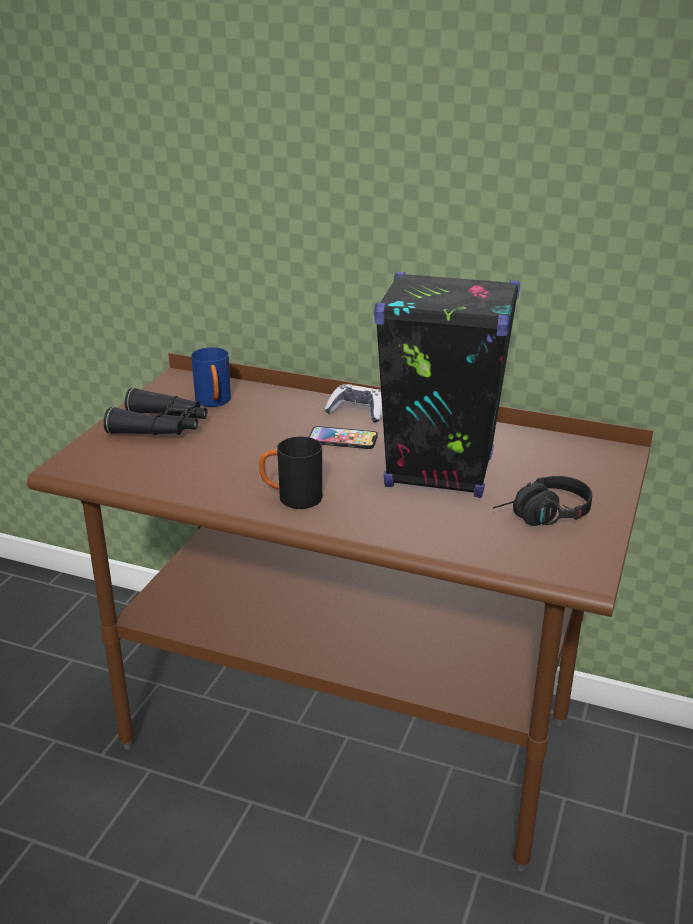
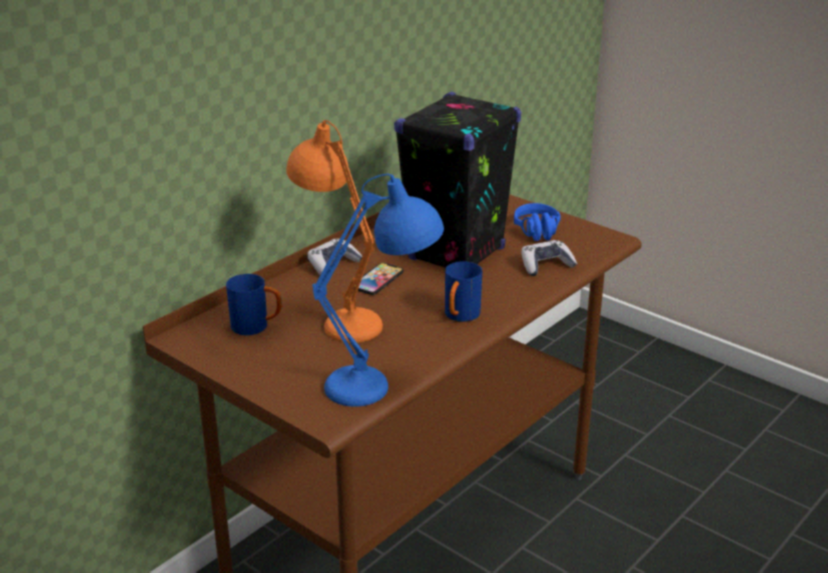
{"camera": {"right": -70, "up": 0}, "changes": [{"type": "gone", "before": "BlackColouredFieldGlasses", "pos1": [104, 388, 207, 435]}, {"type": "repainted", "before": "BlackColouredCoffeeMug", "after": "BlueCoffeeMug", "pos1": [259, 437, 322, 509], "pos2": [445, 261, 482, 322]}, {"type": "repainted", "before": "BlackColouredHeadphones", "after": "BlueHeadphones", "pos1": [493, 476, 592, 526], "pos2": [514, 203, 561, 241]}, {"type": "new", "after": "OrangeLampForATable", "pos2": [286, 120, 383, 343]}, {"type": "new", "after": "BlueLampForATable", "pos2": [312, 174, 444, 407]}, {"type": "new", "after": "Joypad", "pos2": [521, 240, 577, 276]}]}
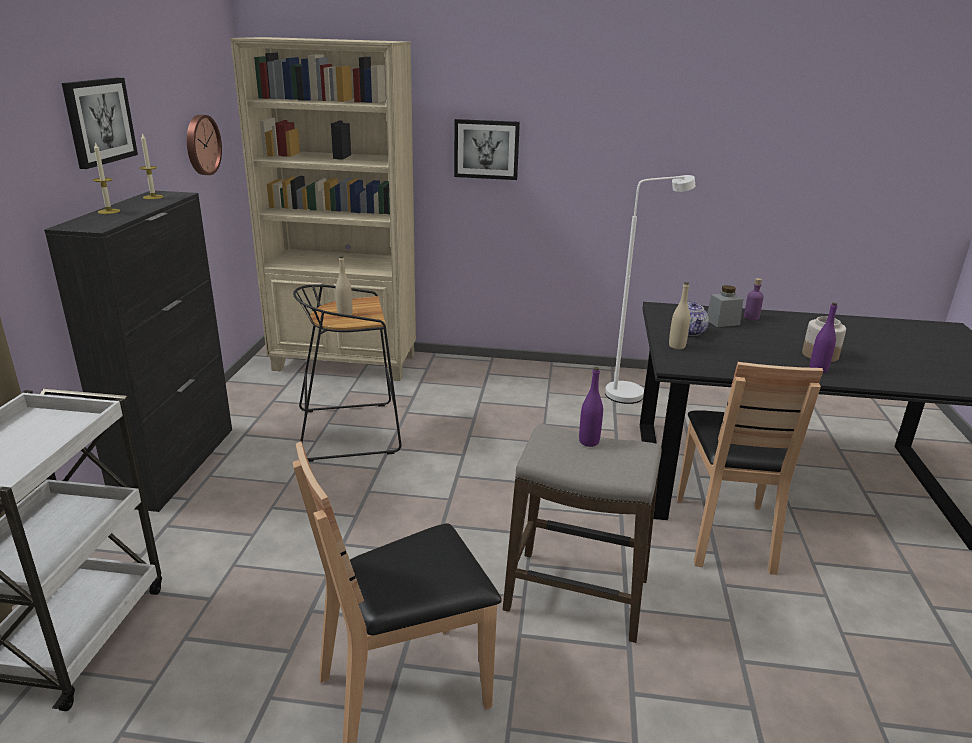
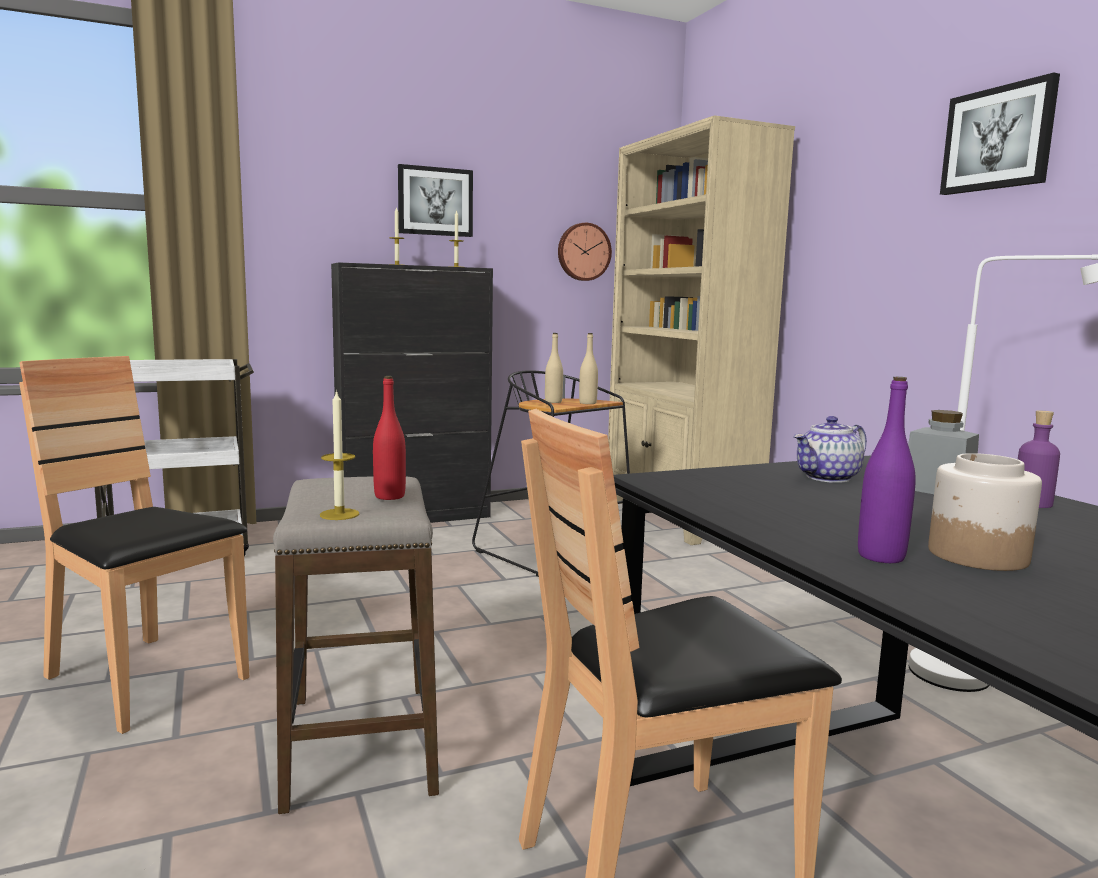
{"camera": {"right": 60, "up": -15}, "changes": [{"type": "shifted", "before": "Picture", "pos1": [454, 119, 520, 180], "pos2": [940, 73, 1060, 195]}, {"type": "repainted", "before": "PurpleBeverageBottle", "after": "RedColouredBeverageBottle", "pos1": [579, 367, 603, 447], "pos2": [373, 376, 406, 500]}, {"type": "shifted", "before": "BeigeColouredBeverageBottle", "pos1": [669, 282, 690, 349], "pos2": [579, 333, 598, 404]}, {"type": "new", "after": "Candle", "pos2": [320, 390, 359, 520]}]}
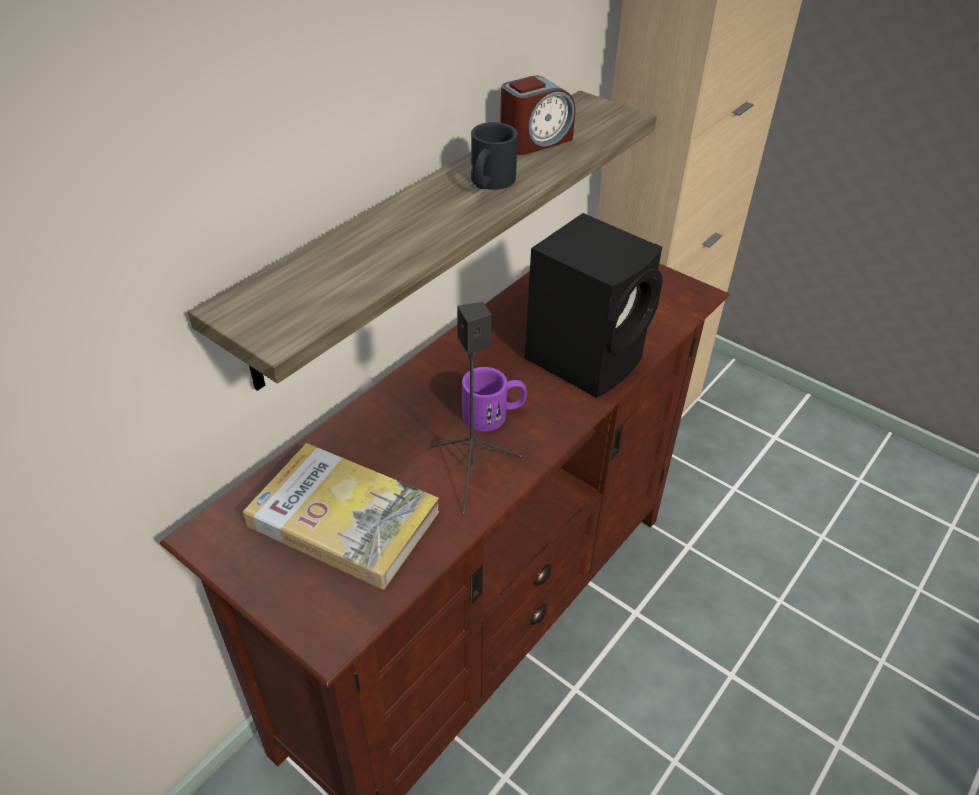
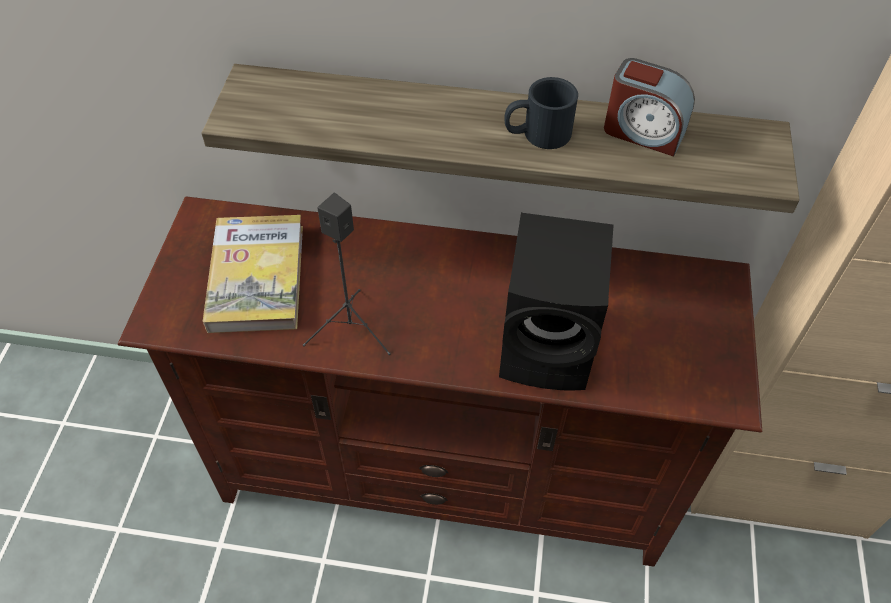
{"camera": {"right": 60, "up": 10}, "changes": [{"type": "gone", "before": "PurpleCoffeeMug", "pos1": [462, 367, 527, 432]}]}
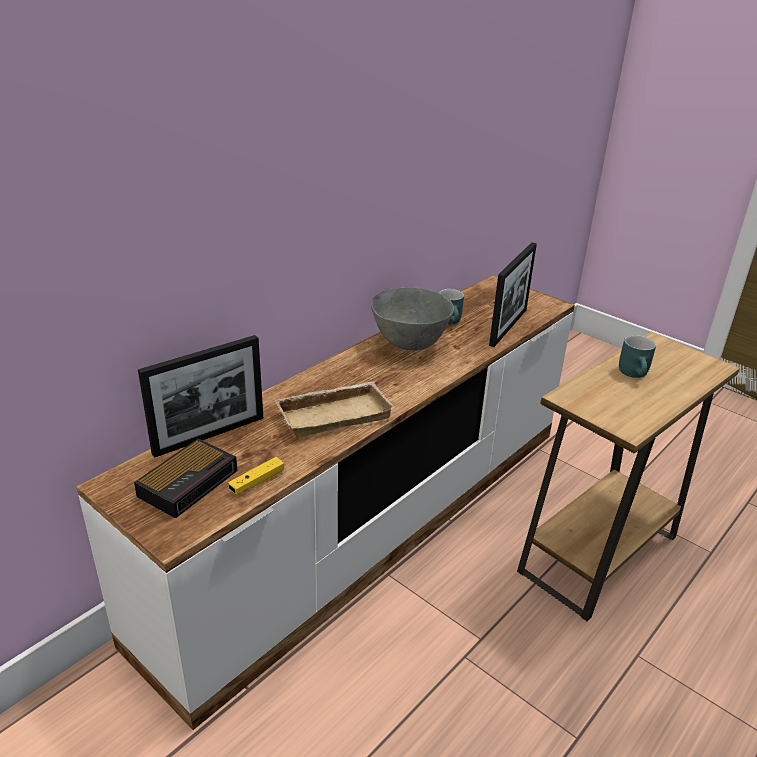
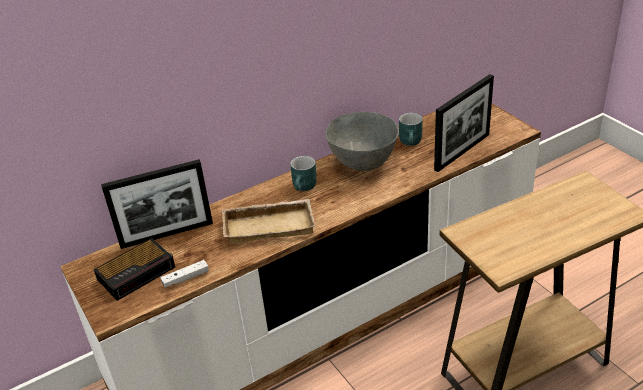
{"camera": {"right": 20, "up": 5}, "changes": [{"type": "repainted", "before": "YellowColouredJoypad", "after": "WhiteColouredJoypad", "pos1": [228, 457, 284, 494], "pos2": [161, 260, 209, 287]}, {"type": "shifted", "before": "TurquoiseColouredCoffeeMug", "pos1": [619, 335, 656, 378], "pos2": [290, 156, 317, 191]}]}
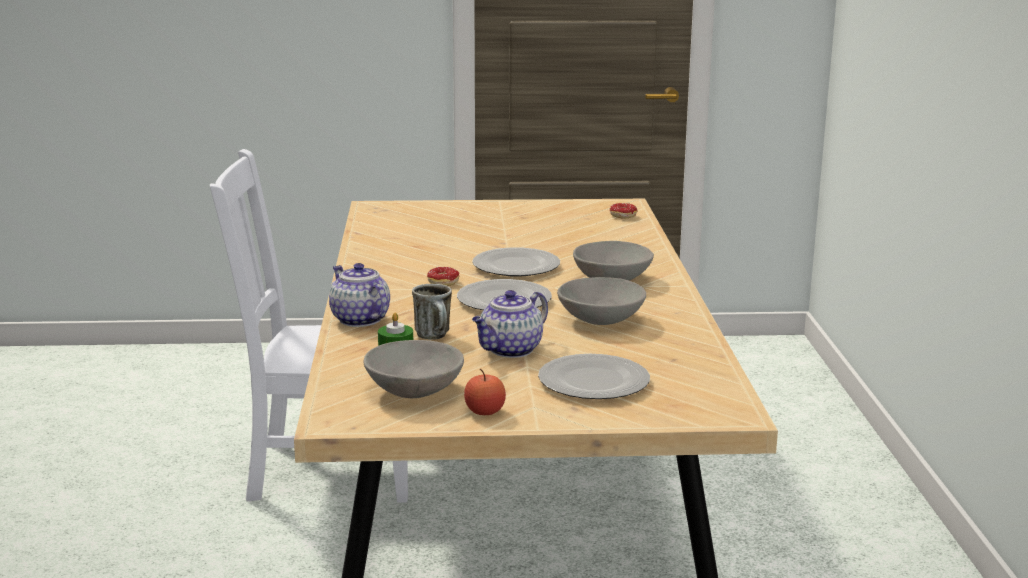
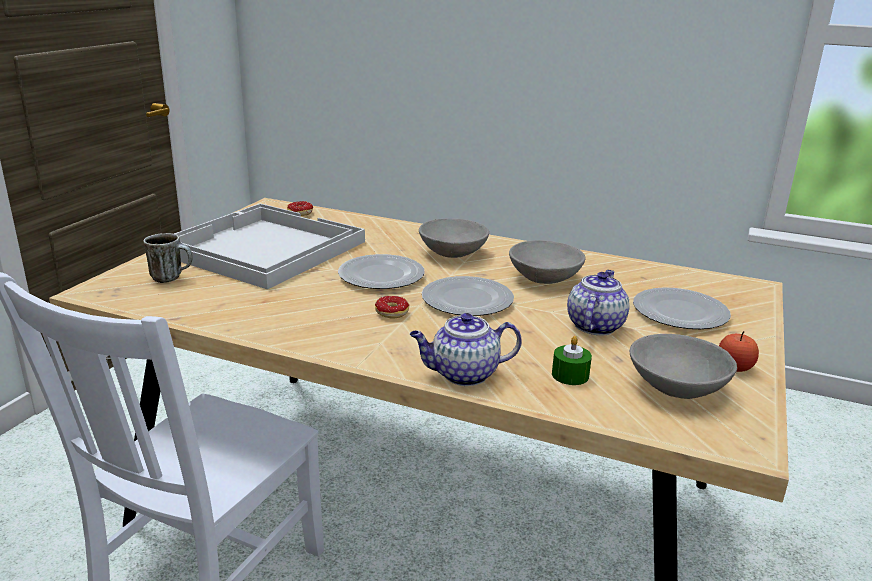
{"camera": {"right": -65, "up": 5}, "changes": [{"type": "shifted", "before": "CoffeeMug", "pos1": [412, 284, 452, 340], "pos2": [143, 233, 193, 283]}, {"type": "rotated", "before": "TeaPot", "pos1": [472, 290, 548, 358], "pos2": [567, 270, 630, 335], "turn": -135}, {"type": "new", "after": "WhiteColouredCarryingTray", "pos2": [174, 203, 365, 290]}]}
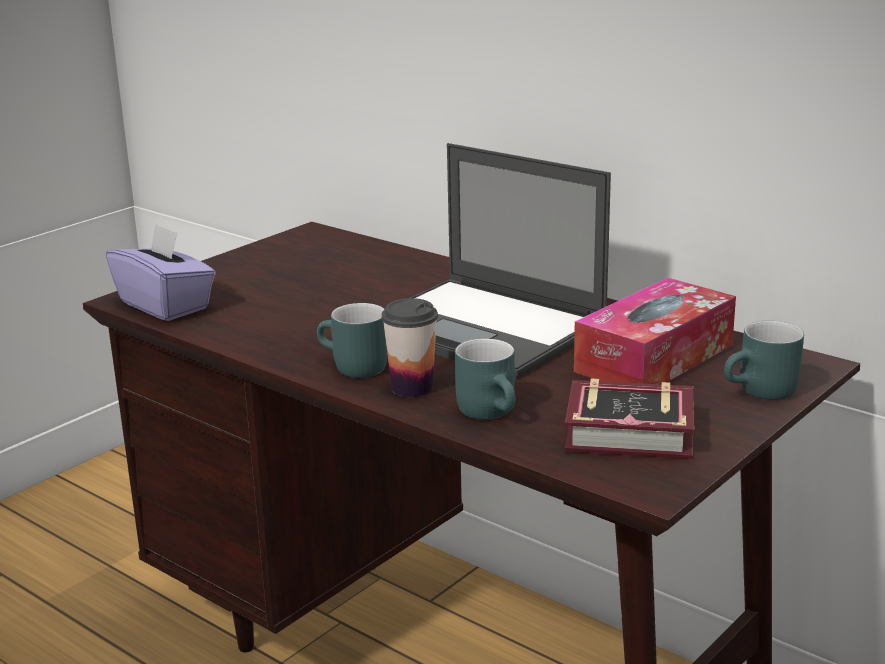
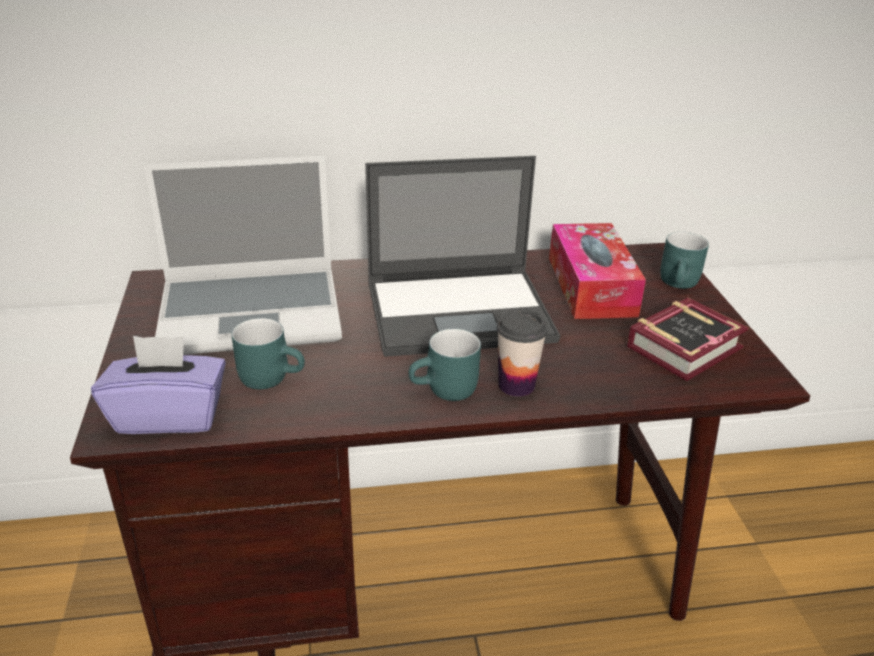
{"camera": {"right": -50, "up": 10}, "changes": [{"type": "shifted", "before": "TurquoiseColouredCoffeeMug", "pos1": [455, 339, 515, 420], "pos2": [231, 318, 305, 389]}, {"type": "new", "after": "PortableComputer", "pos2": [144, 156, 342, 355]}]}
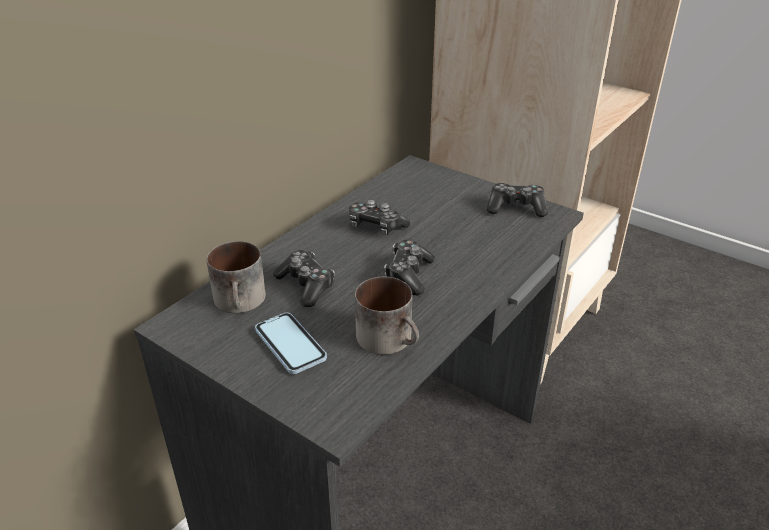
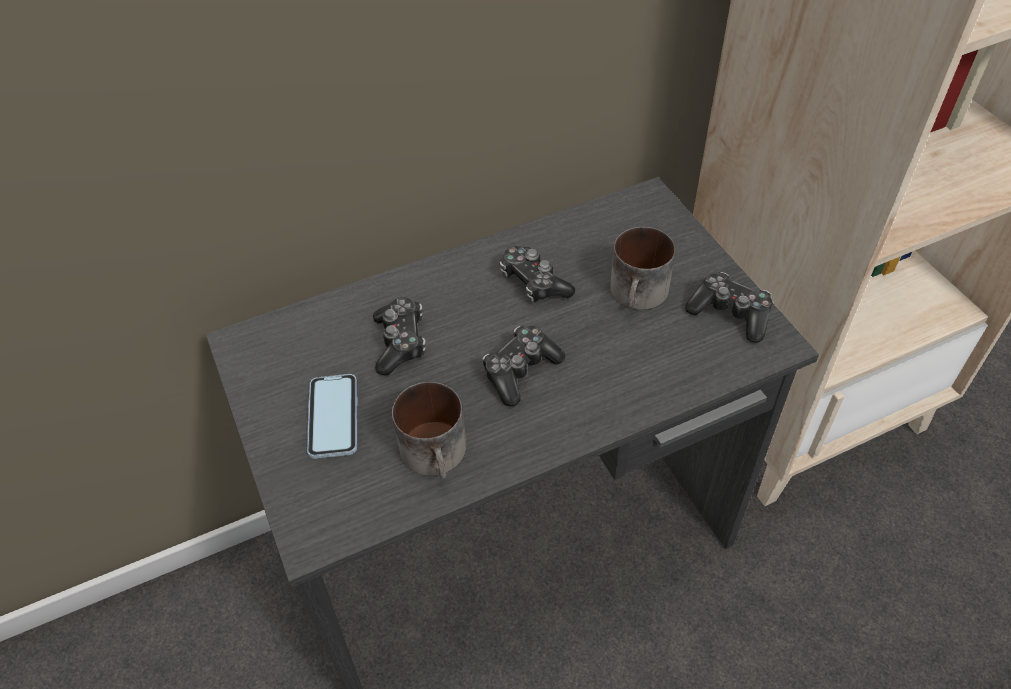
{"camera": {"right": 30, "up": 15}, "changes": [{"type": "shifted", "before": "CoffeeMug", "pos1": [207, 241, 266, 313], "pos2": [610, 227, 675, 310]}]}
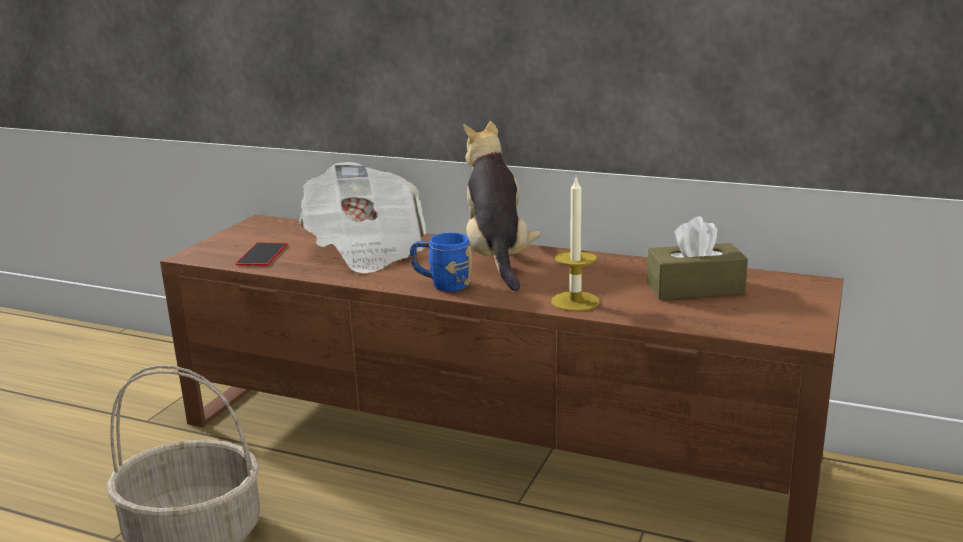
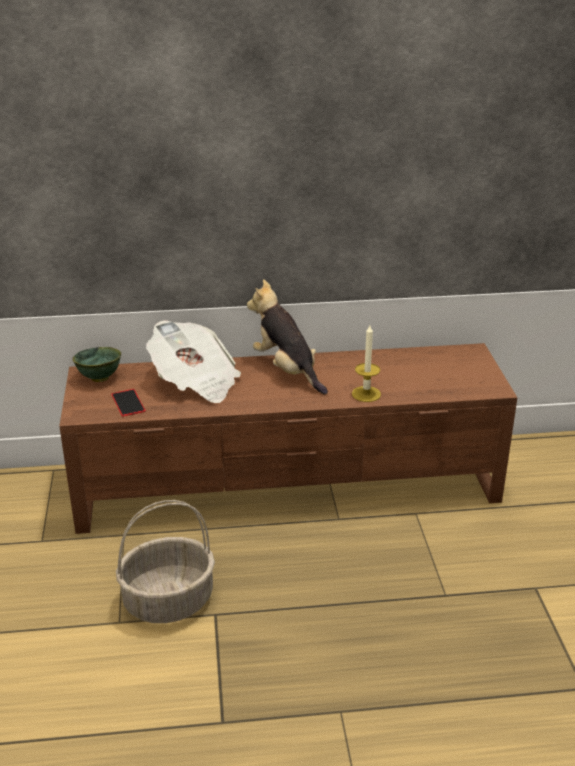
{"camera": {"right": -30, "up": 10}, "changes": [{"type": "gone", "before": "BlueCoffeeMug", "pos1": [410, 233, 472, 292]}, {"type": "gone", "before": "BrownTissueHolder", "pos1": [647, 216, 748, 300]}, {"type": "new", "after": "GreenColouredBowl", "pos2": [72, 347, 121, 382]}]}
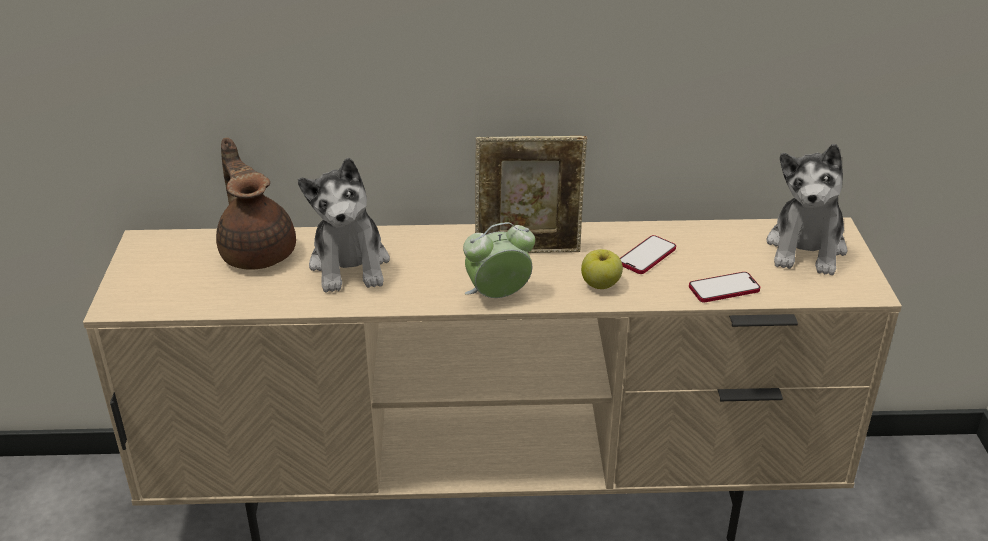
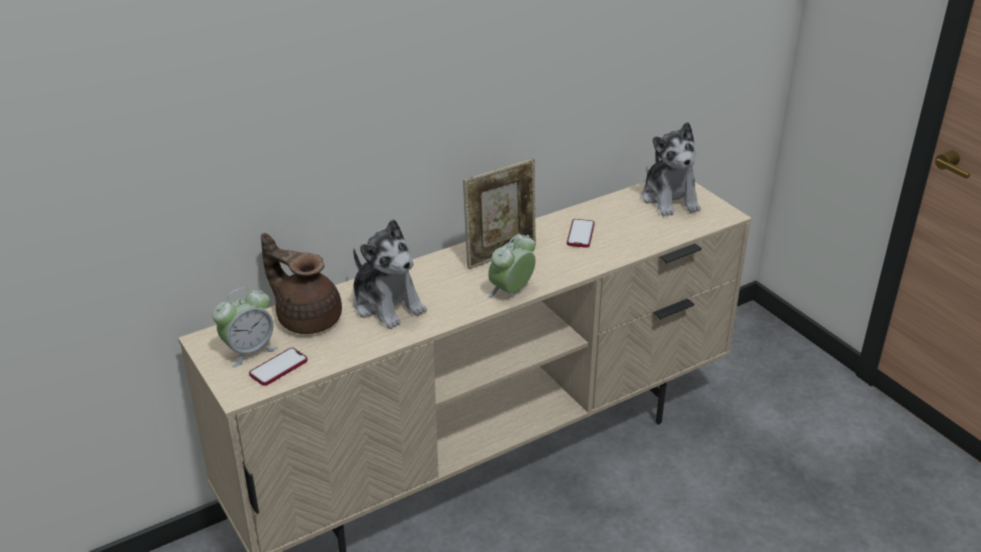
{"camera": {"right": -30, "up": 0}, "changes": [{"type": "gone", "before": "AppleFruit", "pos1": [581, 249, 623, 289]}, {"type": "shifted", "before": "Telephone", "pos1": [689, 272, 760, 302], "pos2": [249, 348, 308, 386]}, {"type": "new", "after": "AlarmClock", "pos2": [212, 288, 278, 367]}]}
